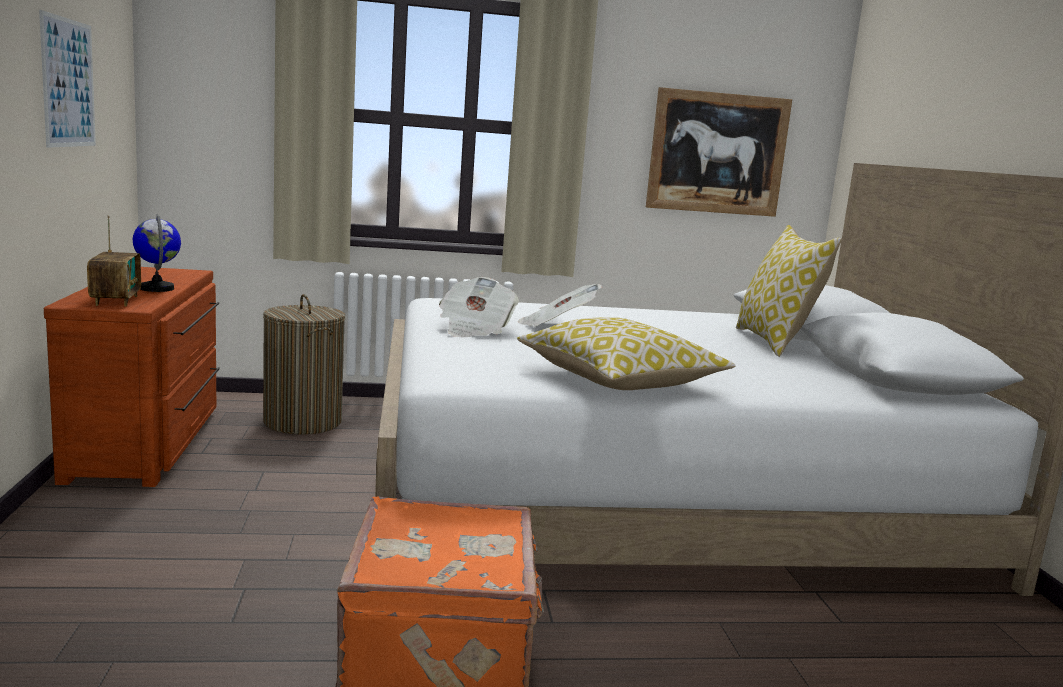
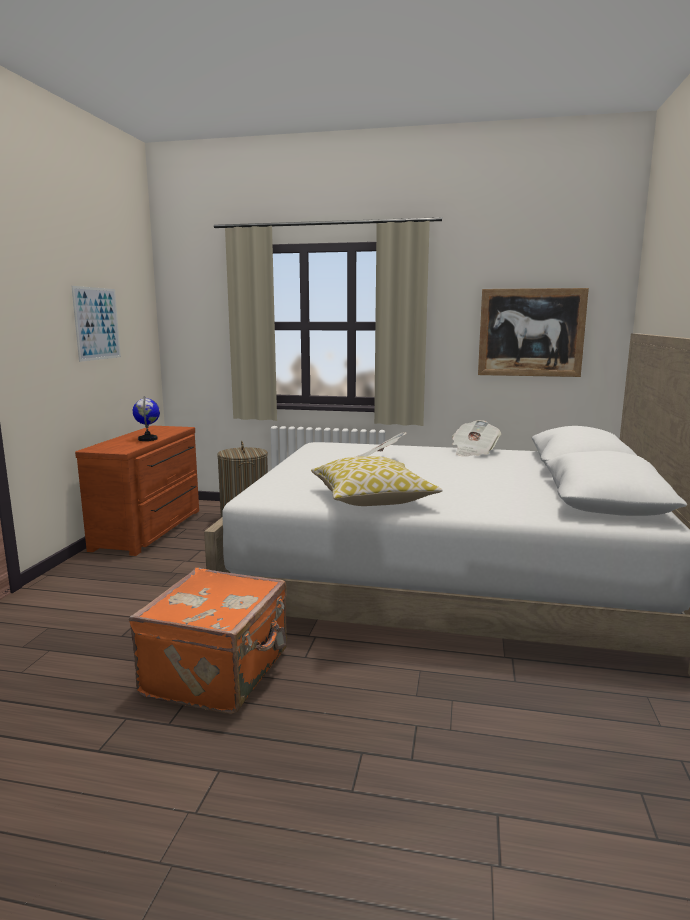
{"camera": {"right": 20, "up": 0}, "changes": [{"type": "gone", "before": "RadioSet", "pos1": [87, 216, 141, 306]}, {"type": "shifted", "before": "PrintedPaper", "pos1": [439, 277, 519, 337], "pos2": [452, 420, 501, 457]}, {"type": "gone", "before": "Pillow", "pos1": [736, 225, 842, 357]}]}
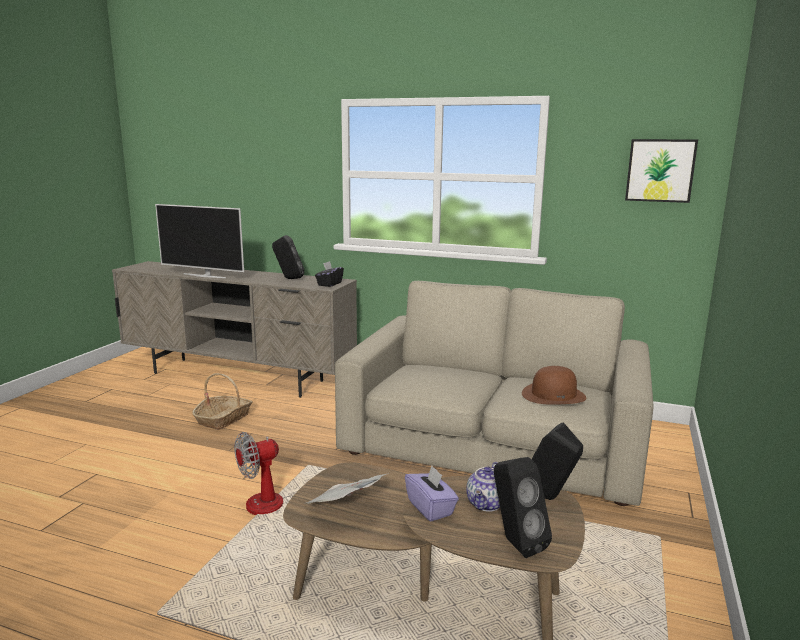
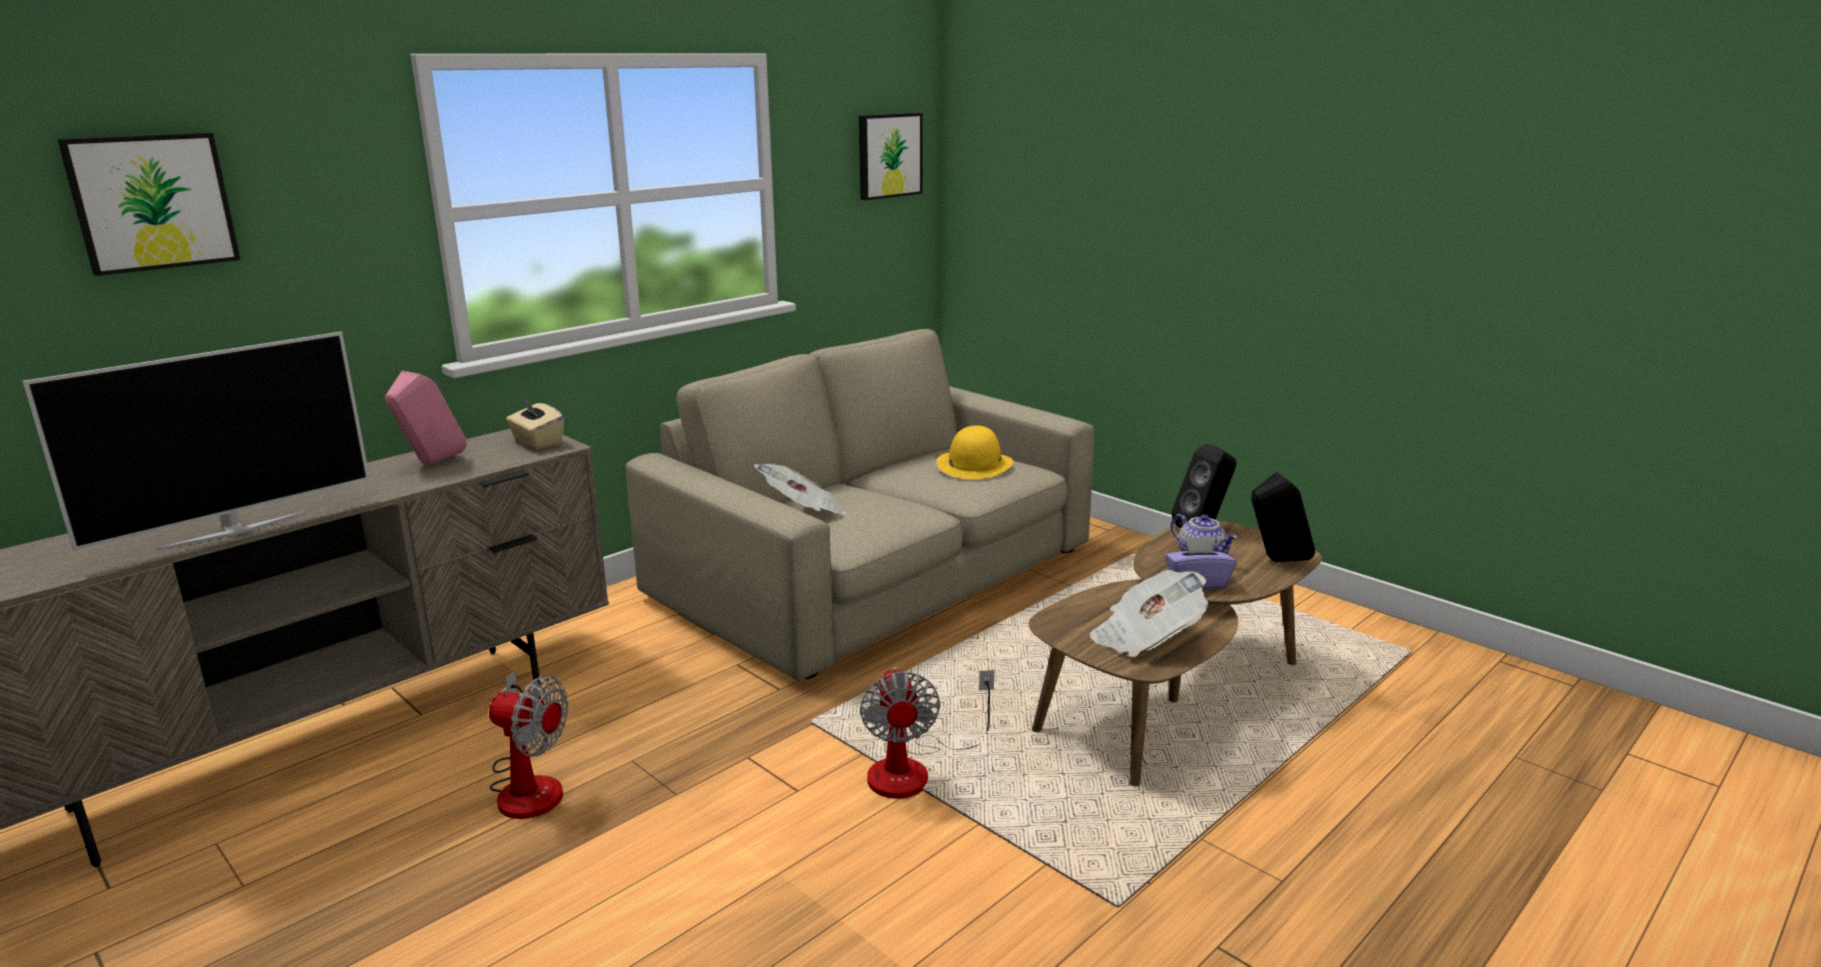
{"camera": {"right": -65, "up": 5}, "changes": [{"type": "swapped", "before": "HouseholdBasket", "after": "CoolingFan", "pos1": [192, 373, 252, 430], "pos2": [489, 671, 568, 819]}, {"type": "repainted", "before": "BlackColouredSpeaker", "after": "PinkSpeaker", "pos1": [272, 235, 304, 279], "pos2": [385, 371, 467, 465]}, {"type": "repainted", "before": "BlackColouredTissueHolder", "after": "BeigeColouredTissueHolder", "pos1": [315, 261, 344, 287], "pos2": [506, 397, 564, 450]}, {"type": "repainted", "before": "BrownHat", "after": "YellowColouredHat", "pos1": [522, 366, 586, 405], "pos2": [937, 425, 1014, 479]}, {"type": "new", "after": "Picture", "pos2": [57, 133, 240, 276]}, {"type": "new", "after": "PrintedPaper", "pos2": [754, 464, 847, 515]}]}
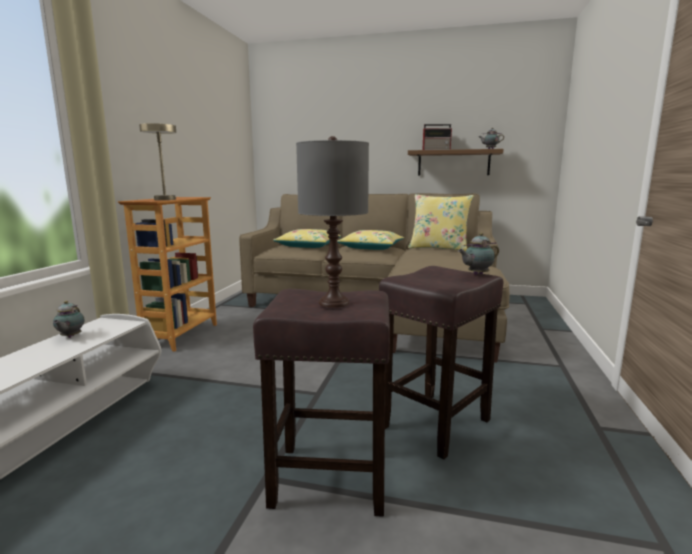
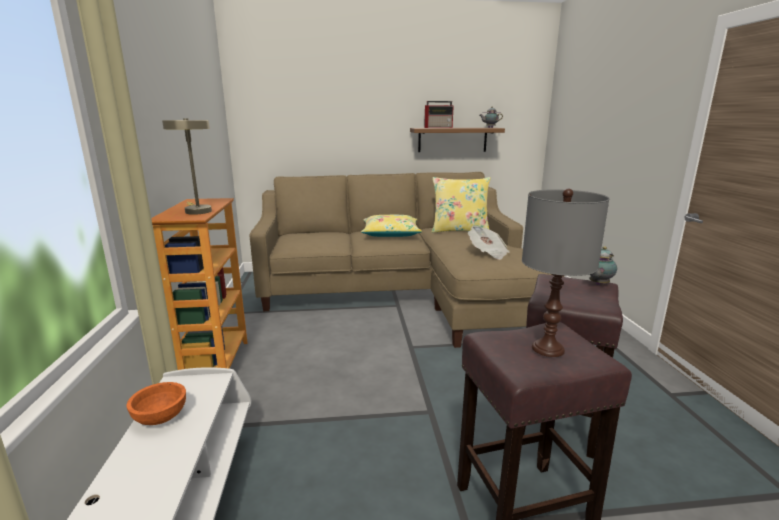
{"camera": {"right": -20, "up": 5}, "changes": [{"type": "swapped", "before": "TeaPot", "after": "OrangeBowl", "pos1": [53, 301, 85, 338], "pos2": [126, 382, 186, 425]}, {"type": "gone", "before": "YellowColouredPillow", "pos1": [273, 229, 341, 248]}, {"type": "new", "after": "PrintedPaper", "pos2": [468, 226, 510, 260]}]}
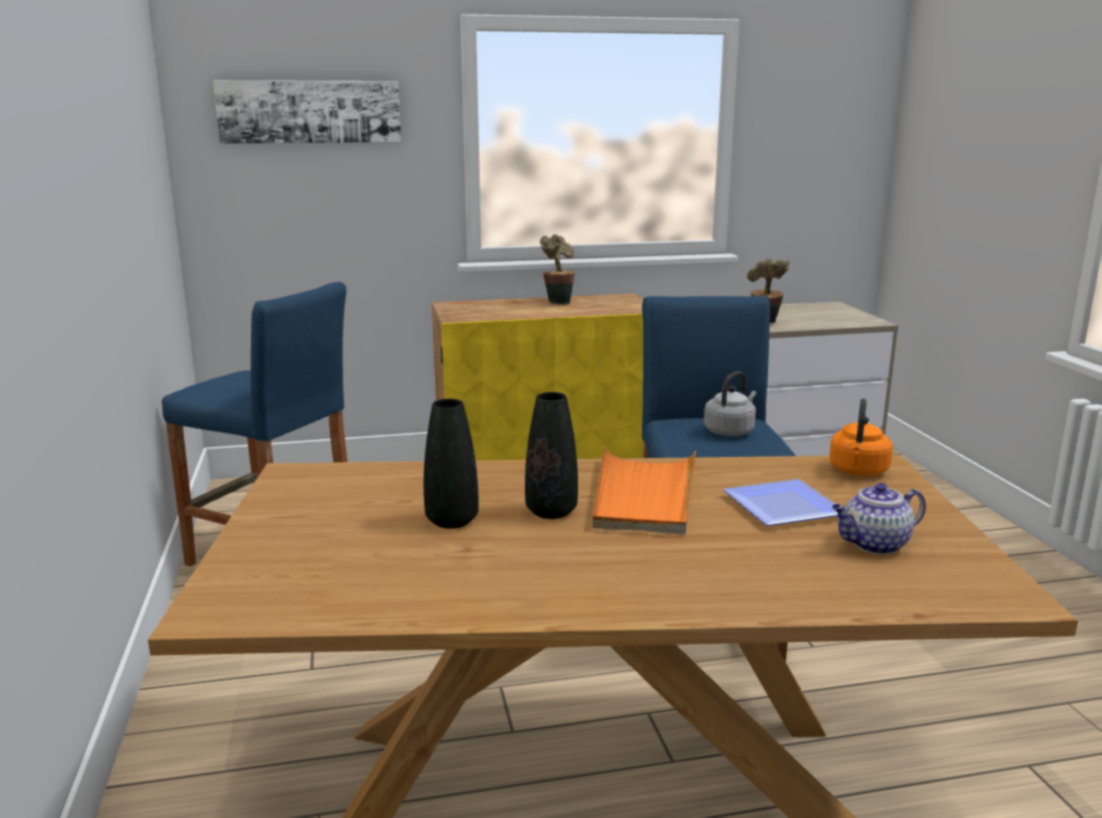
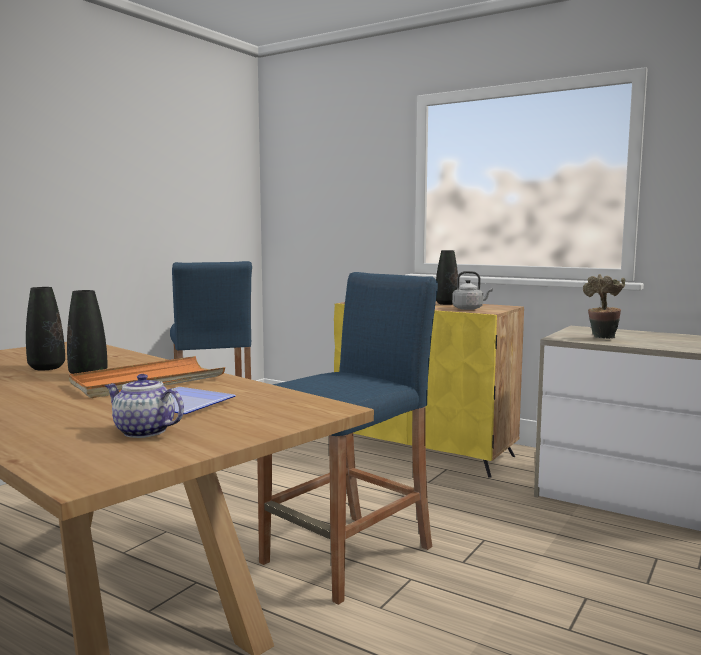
{"camera": {"right": 45, "up": -10}, "changes": [{"type": "gone", "before": "Picture", "pos1": [213, 80, 401, 144]}, {"type": "swapped", "before": "Houseplant", "after": "BlackColouredFlowerVase", "pos1": [540, 234, 575, 305], "pos2": [436, 250, 458, 305]}, {"type": "shifted", "before": "GrayKettle", "pos1": [704, 371, 756, 436], "pos2": [452, 271, 493, 310]}, {"type": "gone", "before": "OrangeKettle", "pos1": [829, 399, 893, 476]}]}
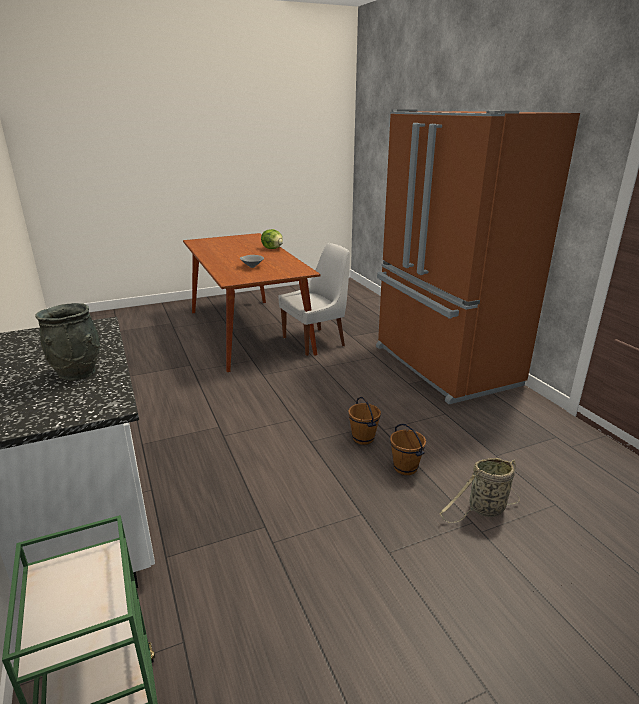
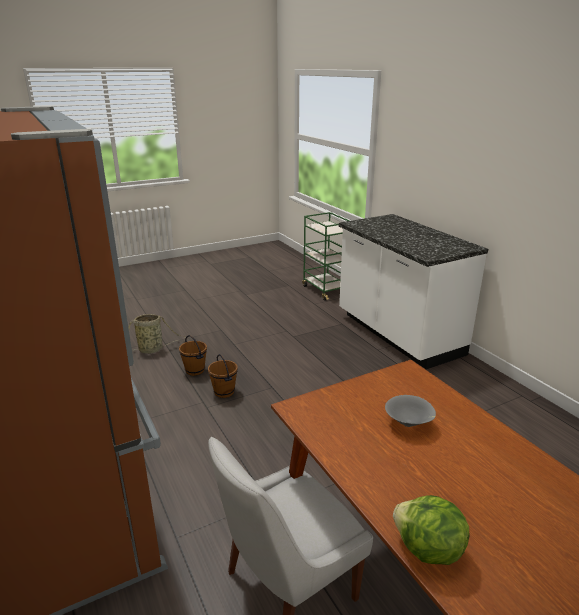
{"camera": {"right": 175, "up": 0}, "changes": [{"type": "gone", "before": "GrayFlowerVase", "pos1": [35, 303, 100, 381]}]}
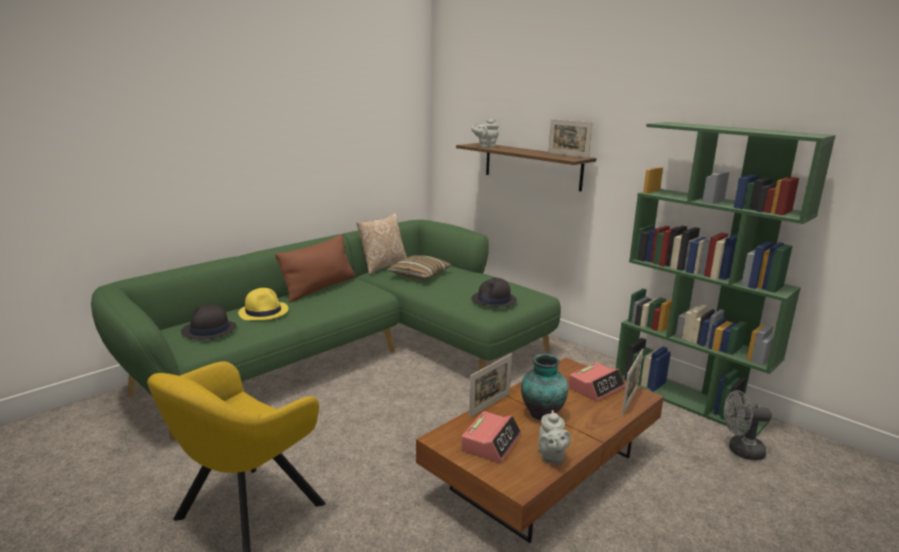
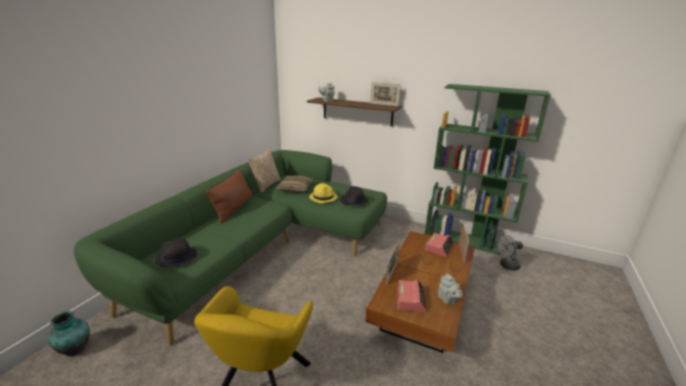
{"camera": {"right": -20, "up": 5}, "changes": [{"type": "shifted", "before": "YellowColouredHat", "pos1": [238, 288, 288, 320], "pos2": [309, 183, 337, 203]}, {"type": "shifted", "before": "FlowerVase", "pos1": [521, 354, 568, 420], "pos2": [48, 311, 90, 357]}]}
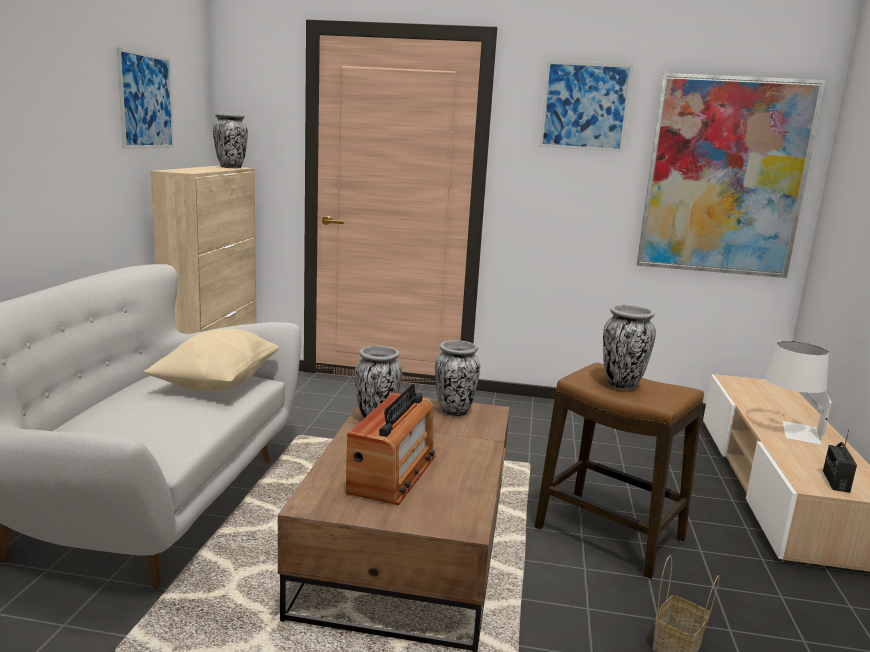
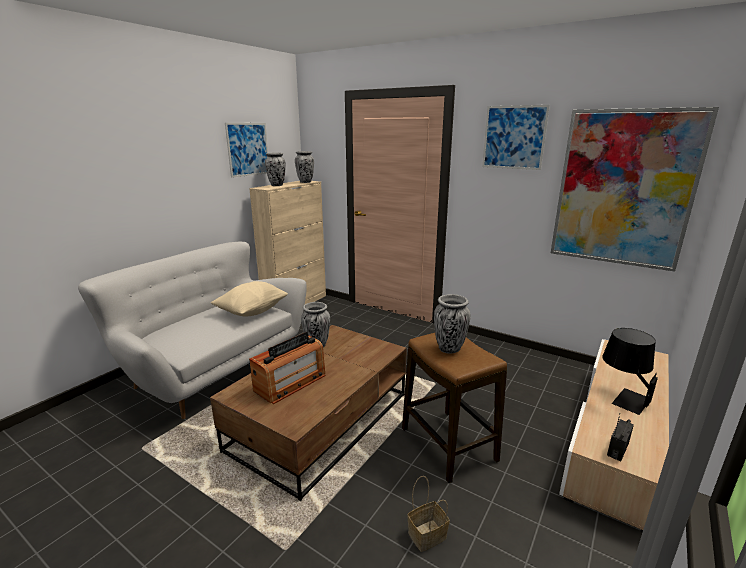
{"camera": {"right": 25, "up": 5}, "changes": [{"type": "shifted", "before": "FlowerVase", "pos1": [435, 340, 480, 417], "pos2": [265, 153, 286, 186]}, {"type": "repainted", "before": "WhiteColouredLampForATable", "after": "BlackColouredLampForATable", "pos1": [765, 341, 832, 445], "pos2": [602, 328, 658, 415]}]}
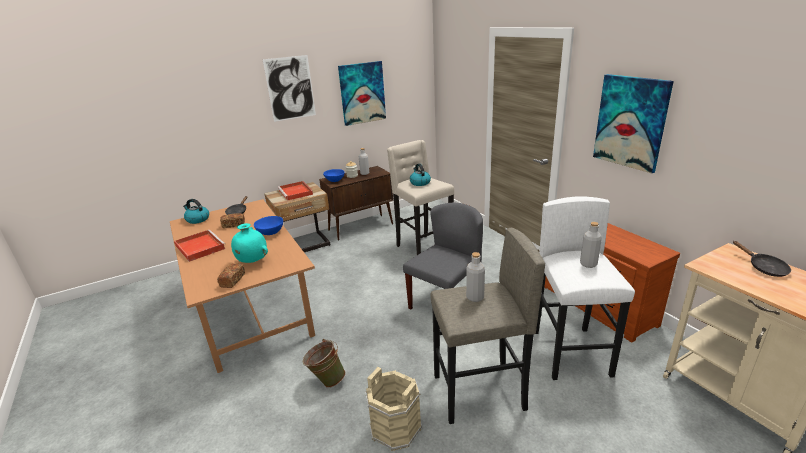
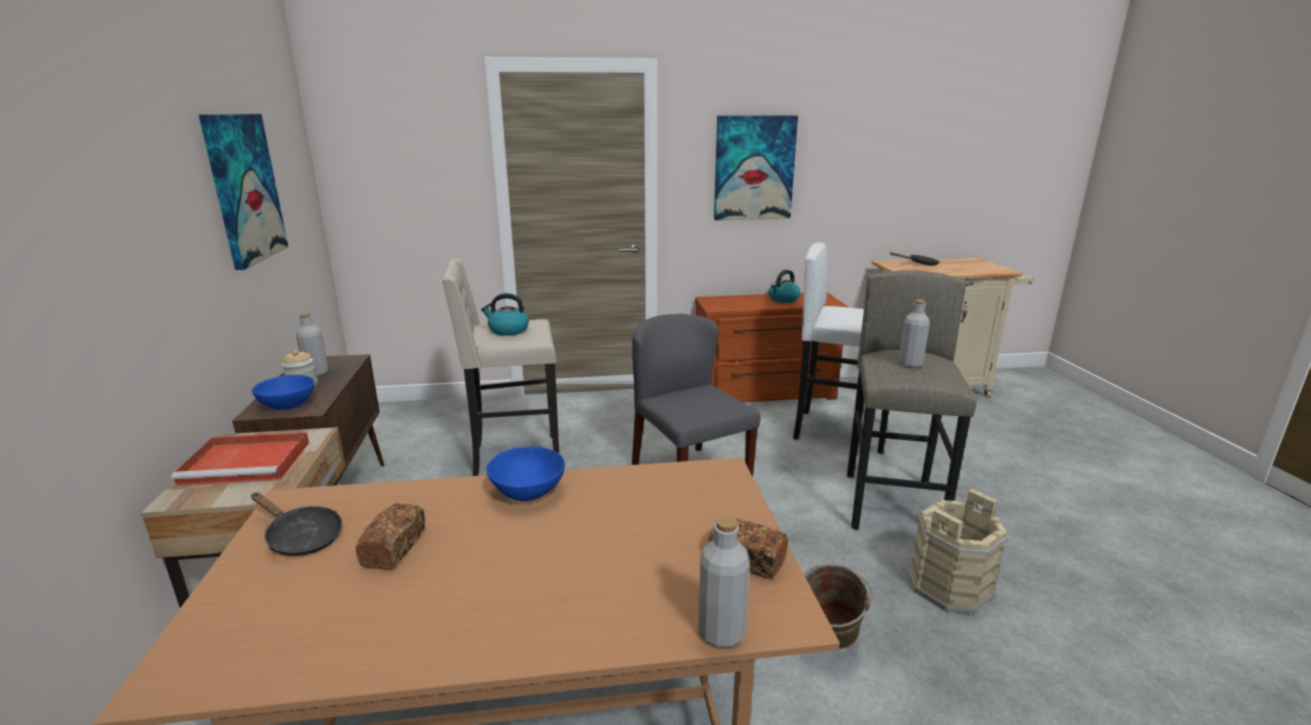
{"camera": {"right": -70, "up": -5}, "changes": [{"type": "gone", "before": "RedColouredCarryingTray", "pos1": [174, 230, 226, 262]}, {"type": "shifted", "before": "Kettle", "pos1": [183, 199, 209, 224], "pos2": [769, 270, 801, 303]}, {"type": "gone", "before": "TurquoiseColouredFlowerVase", "pos1": [231, 223, 268, 263]}, {"type": "gone", "before": "Picture", "pos1": [262, 55, 316, 122]}, {"type": "shifted", "before": "GrayBeverageBottle", "pos1": [580, 222, 602, 268], "pos2": [698, 515, 750, 648]}]}
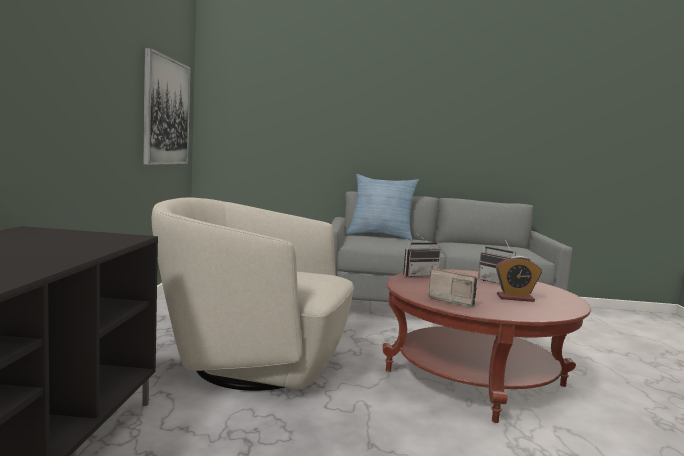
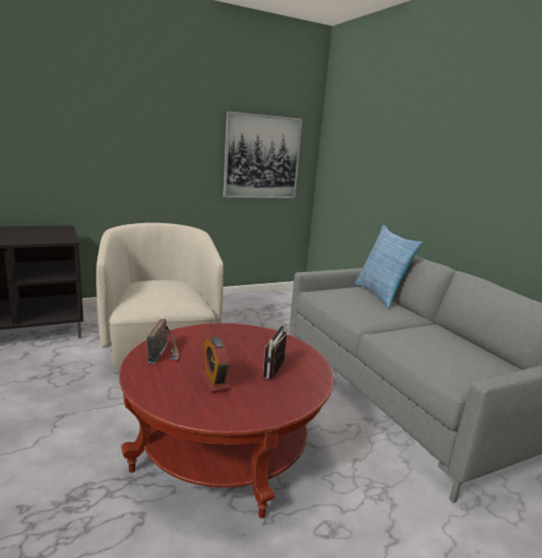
{"camera": {"right": 60, "up": 10}, "changes": [{"type": "gone", "before": "RadioSet", "pos1": [403, 232, 441, 277]}]}
